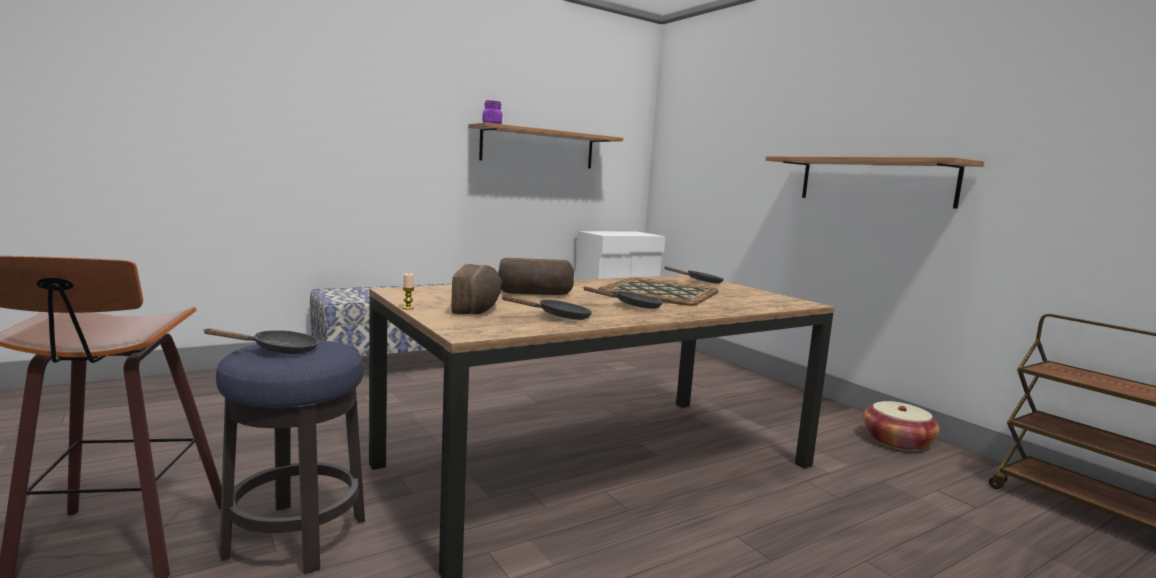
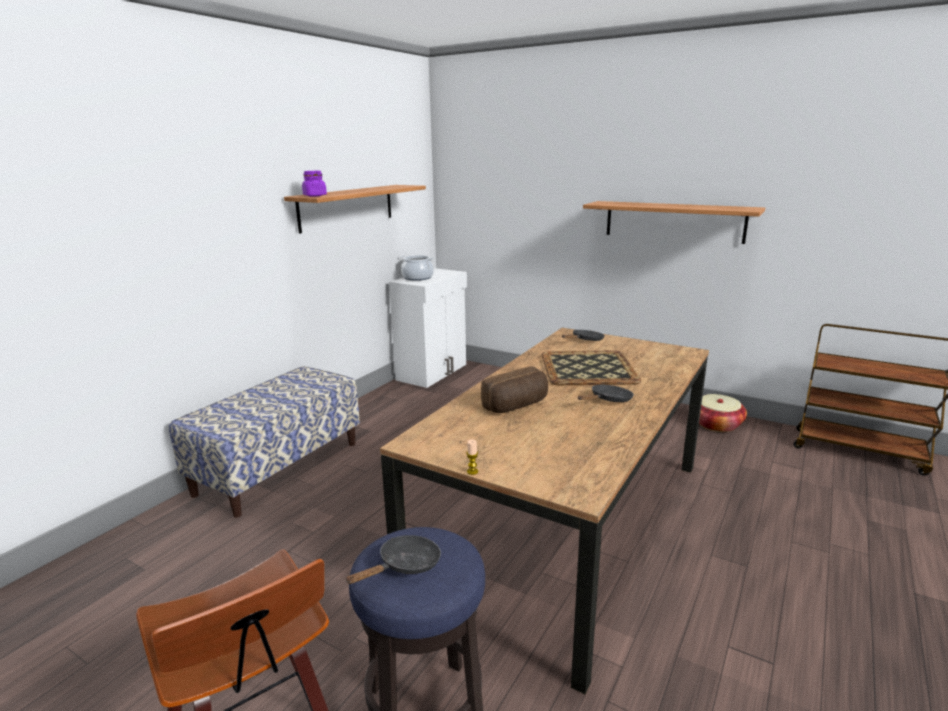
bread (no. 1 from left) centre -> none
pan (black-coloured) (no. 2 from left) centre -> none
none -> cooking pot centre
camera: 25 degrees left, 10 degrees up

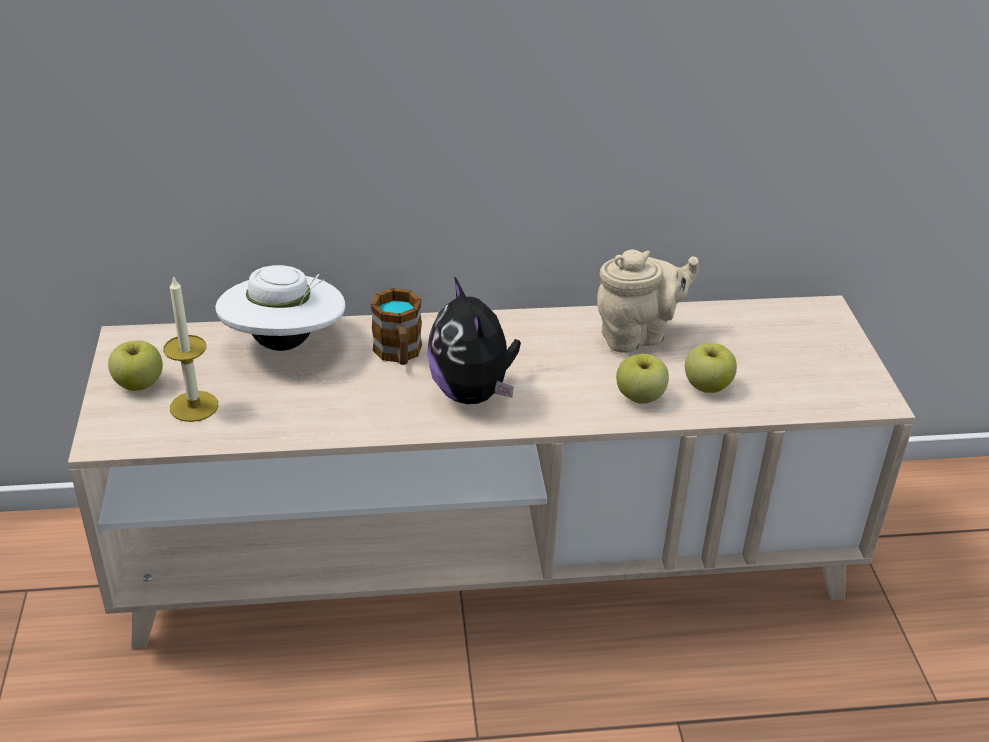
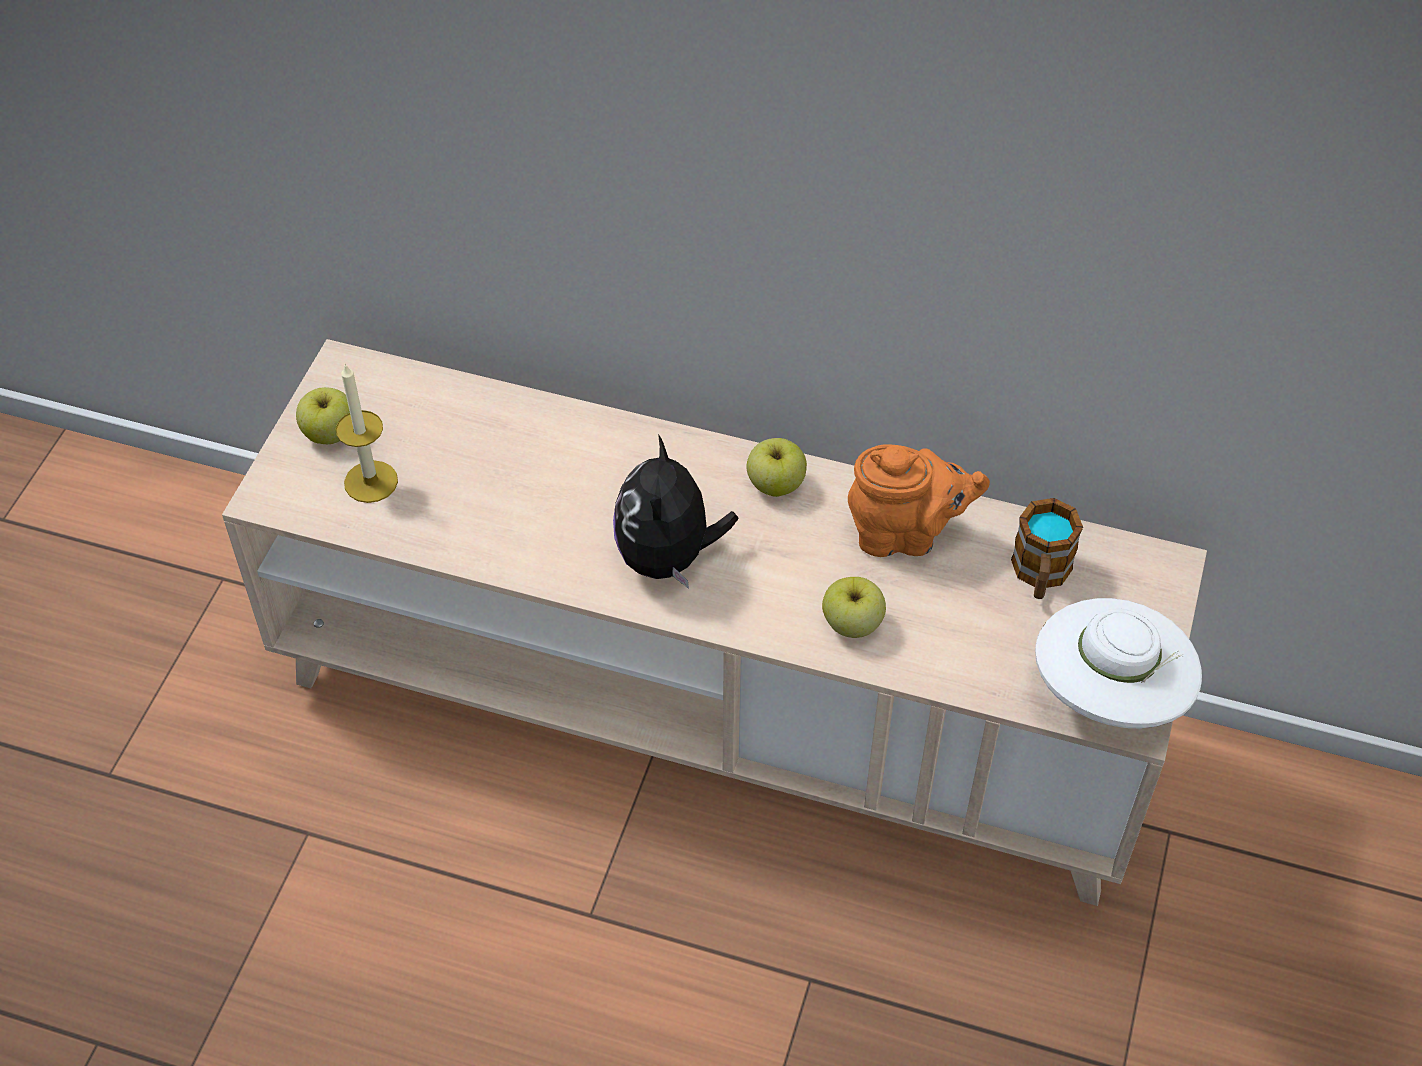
wearable hat (white) middle left -> wearable hat (white) middle right, relocated
tea mug centre -> tea mug middle right, relocated
apple (no. 3 from left in the first image) middle right -> apple (no. 2 from left) centre, relocated
teapot (beige) centre -> teapot (orange-coloured) centre
camera: 25 degrees right, 15 degrees up

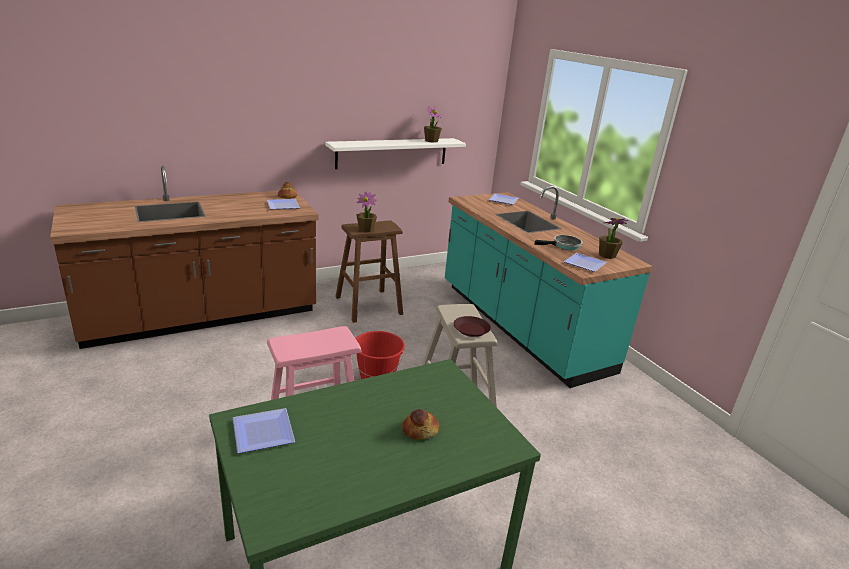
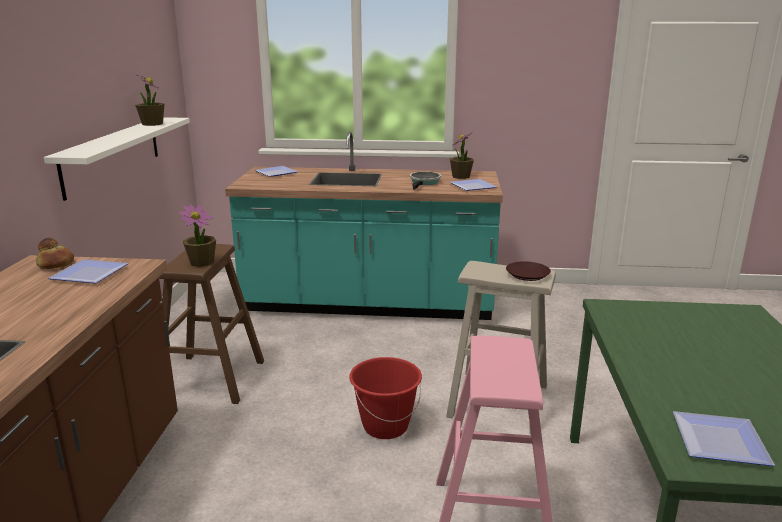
bread (no. 2 from left) bottom centre -> none
camera: 55 degrees left, 5 degrees down

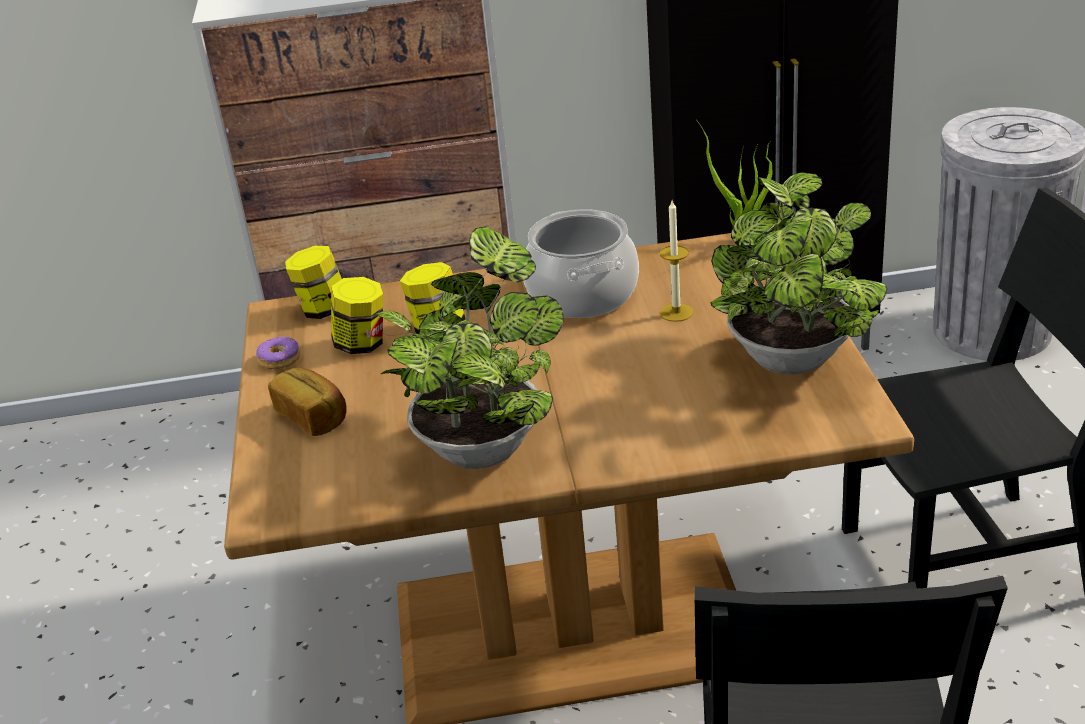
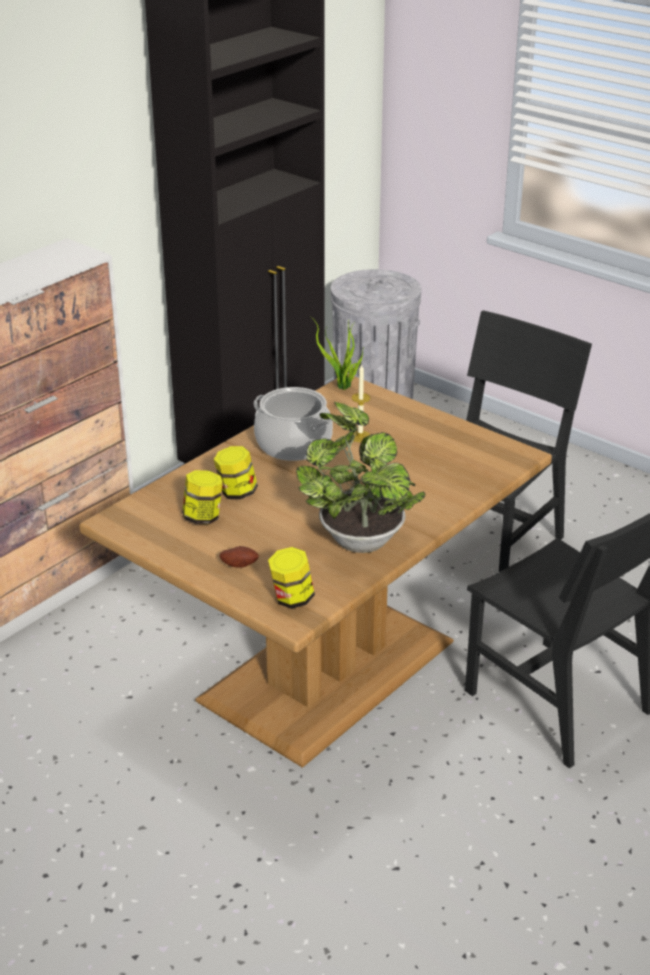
doughnut middle left -> none
plant in a pot (no. 3 from left) middle right -> none
storage jar (no. 1 from left in the first image) middle left -> storage jar (no. 3 from left) centre, relocated
bread middle left -> whole potato centre
camera: 45 degrees left, 0 degrees up

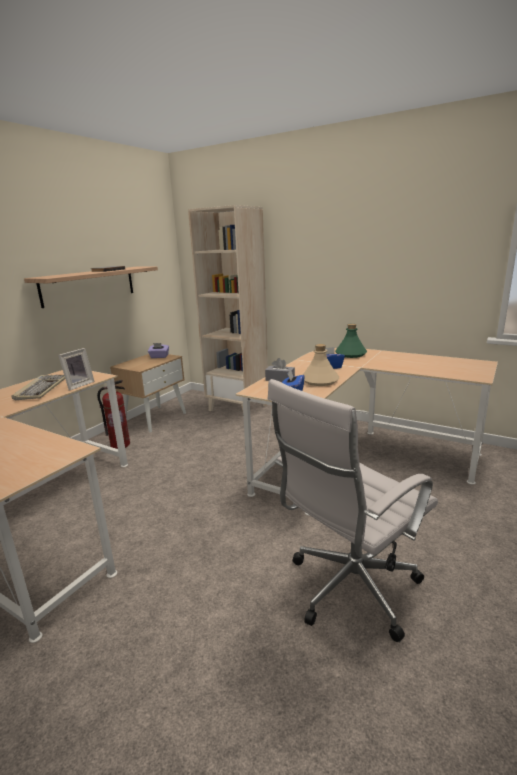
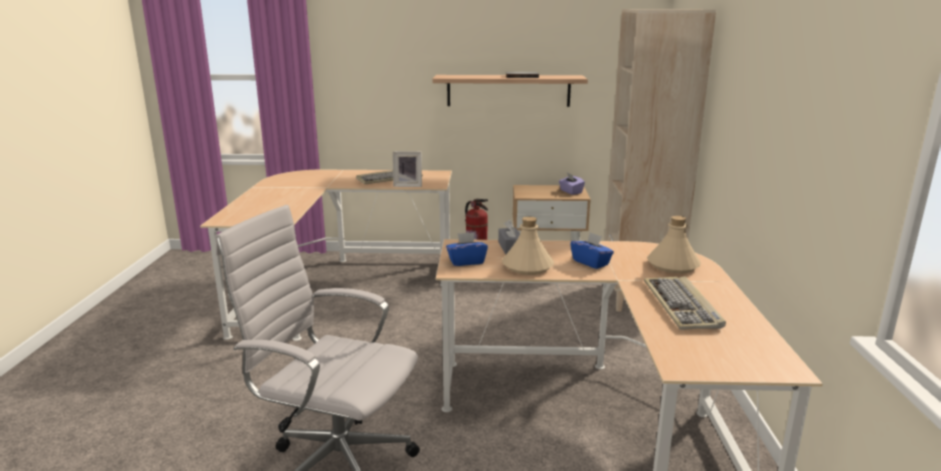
none -> keyboard (no. 2 from left) middle right
beverage bottle (green) middle right -> beverage bottle (beige) (no. 2 from left) middle right
camera: 60 degrees right, 0 degrees up

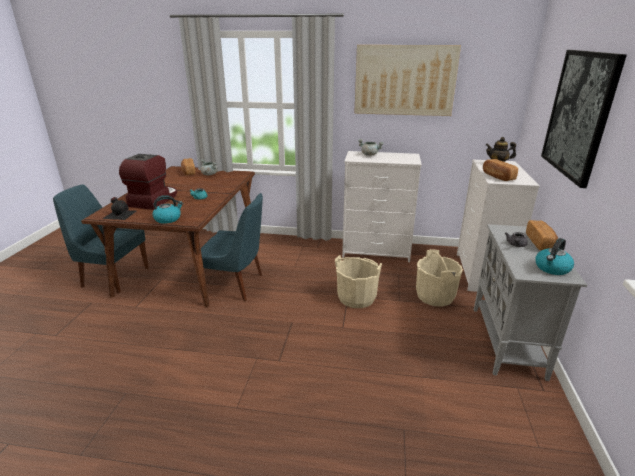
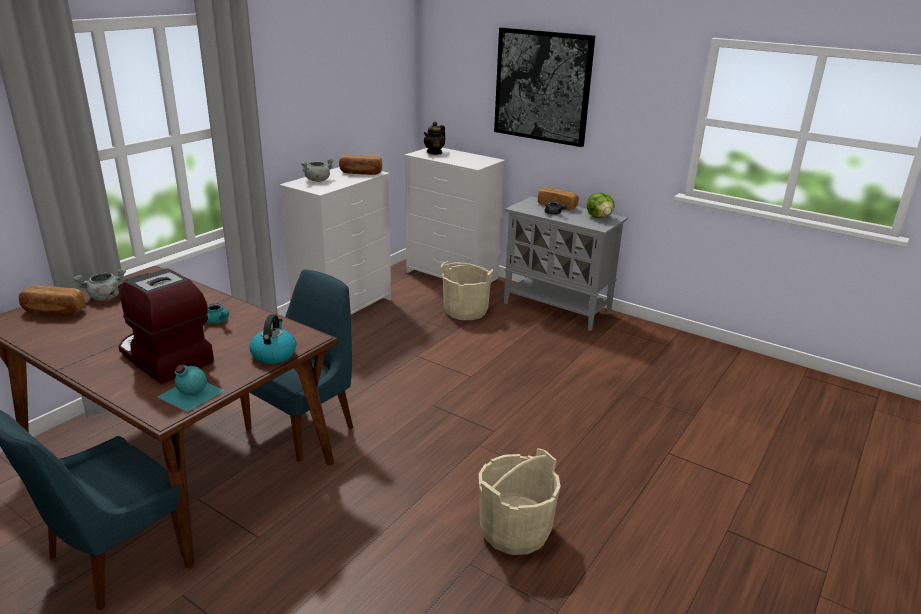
picture (no. 1 from left) top centre -> none
bucket (beige) (no. 1 from left in the first image) centre -> bucket (beige) (no. 2 from left) bottom centre, relocated
bread (no. 2 from left) middle right -> bread (no. 2 from left) top centre, relocated
water kettle (no. 2 from left) middle right -> head of lettuce centre
beverage bottle (black-coloured) middle left -> beverage bottle (turquoise) middle left
camera: 65 degrees left, 0 degrees up

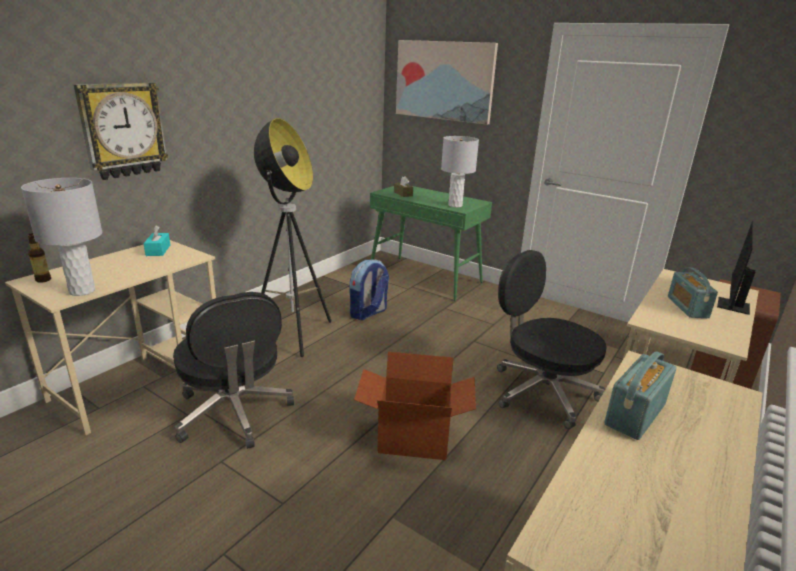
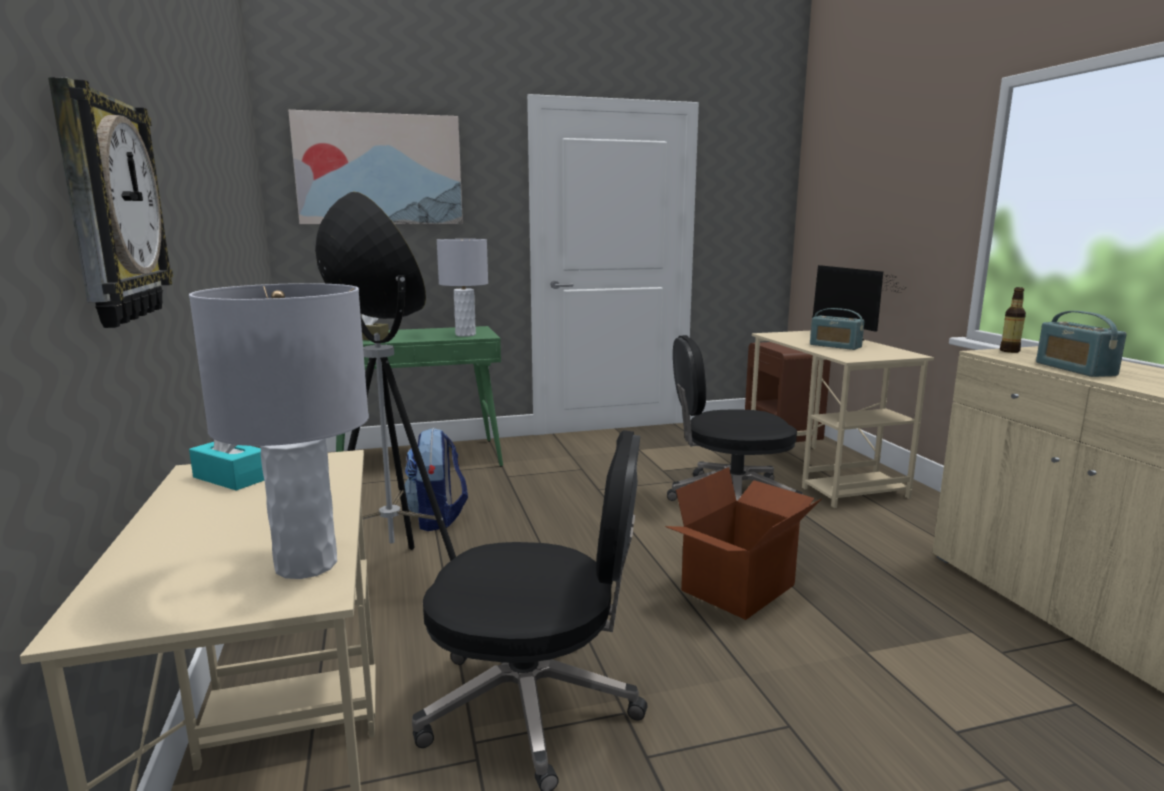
beverage bottle middle left -> beverage bottle middle right, relocated
camera: 50 degrees left, 10 degrees down

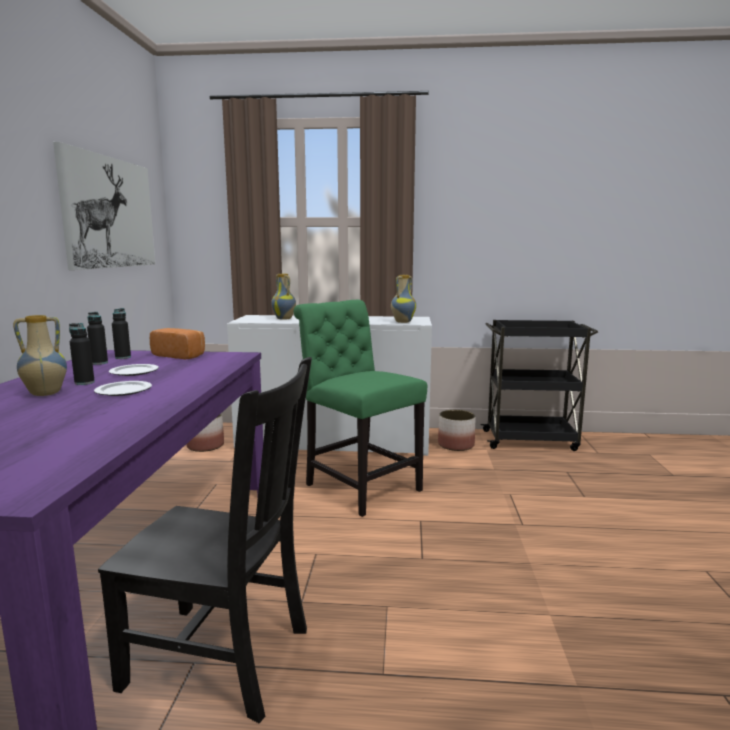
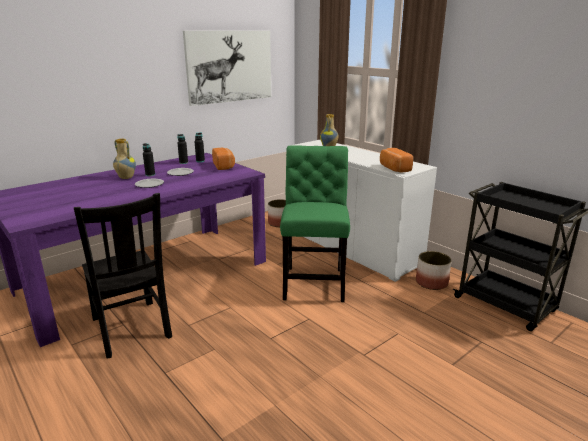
flower vase (no. 3 from left) centre -> bread (no. 2 from left) middle right
camera: 45 degrees right, 10 degrees up

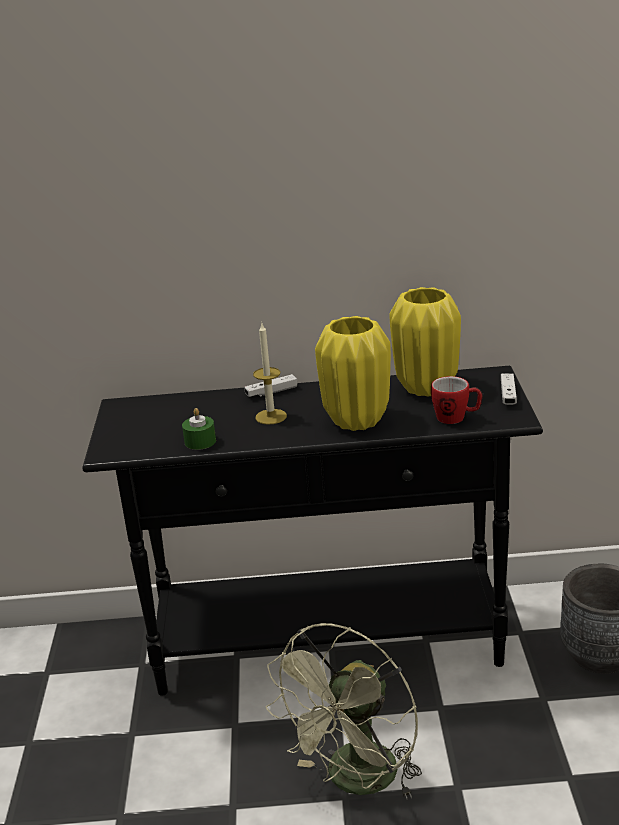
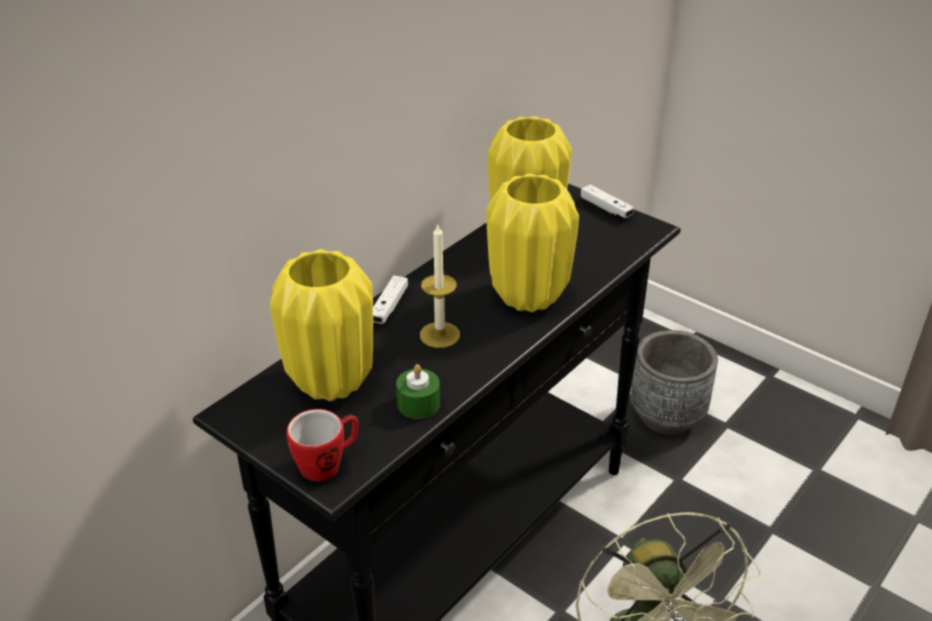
none -> flower vase (yellow) (no. 1 from left) centre
tea mug middle right -> tea mug bottom centre, relocated
camera: 50 degrees left, 10 degrees up

